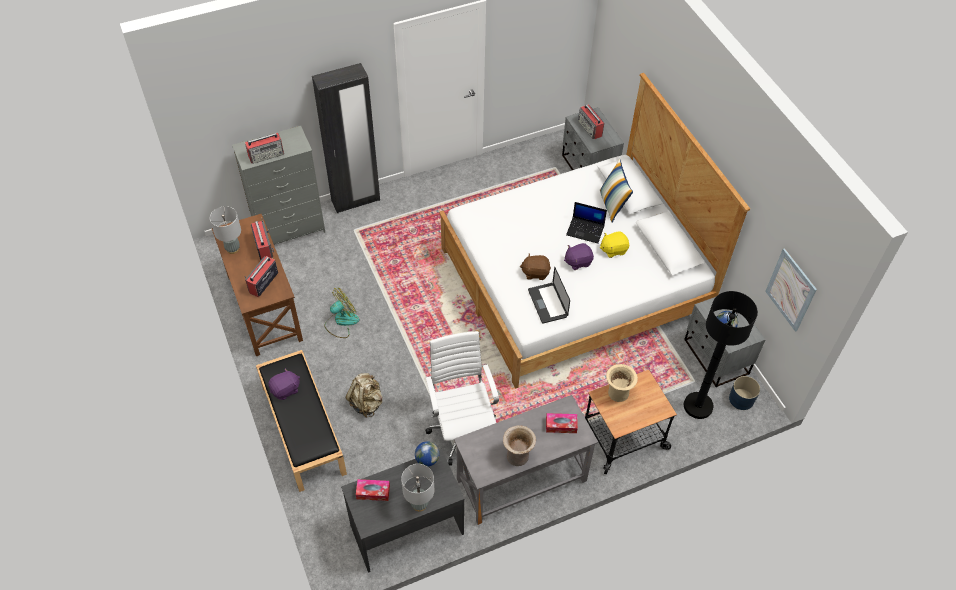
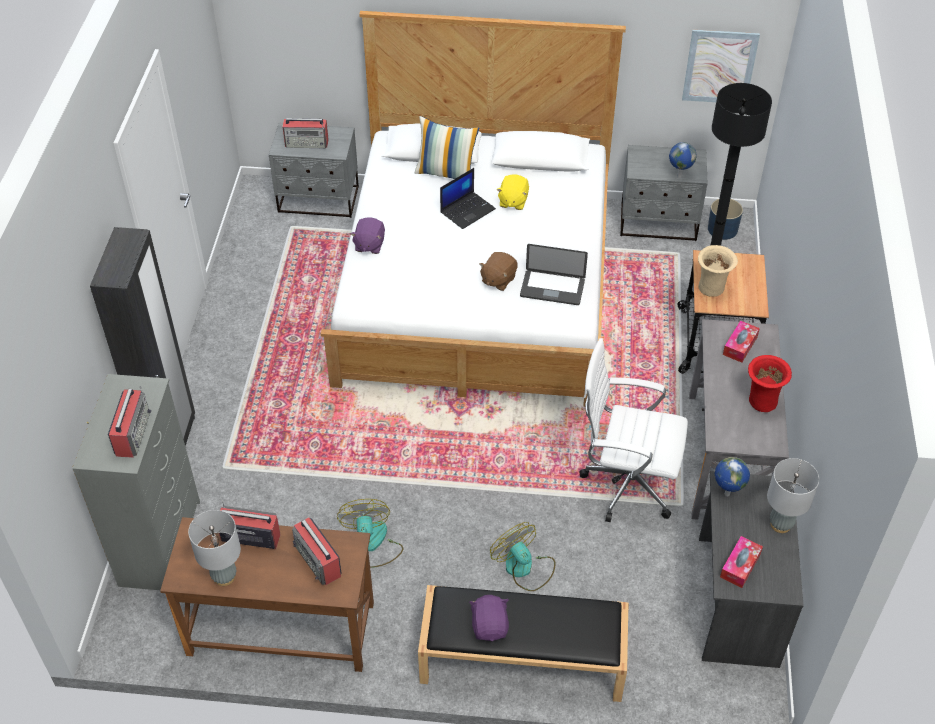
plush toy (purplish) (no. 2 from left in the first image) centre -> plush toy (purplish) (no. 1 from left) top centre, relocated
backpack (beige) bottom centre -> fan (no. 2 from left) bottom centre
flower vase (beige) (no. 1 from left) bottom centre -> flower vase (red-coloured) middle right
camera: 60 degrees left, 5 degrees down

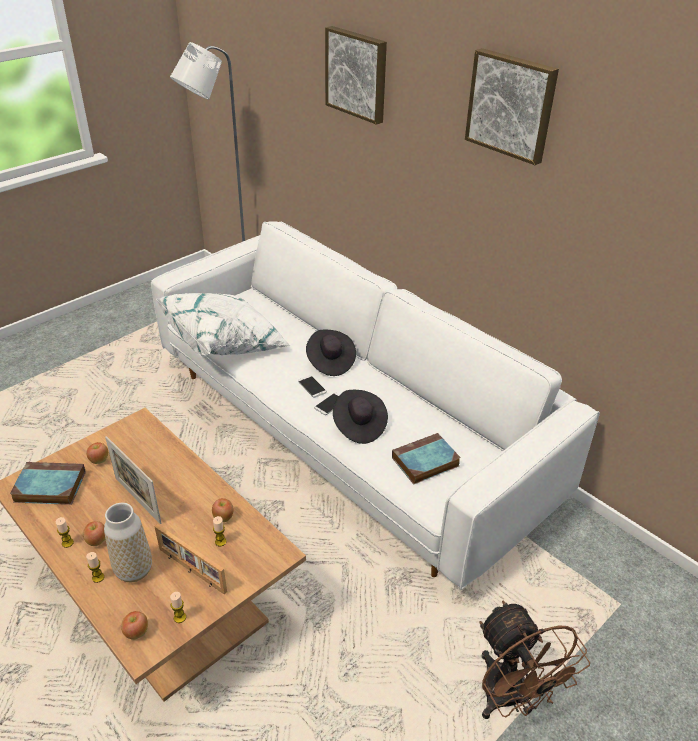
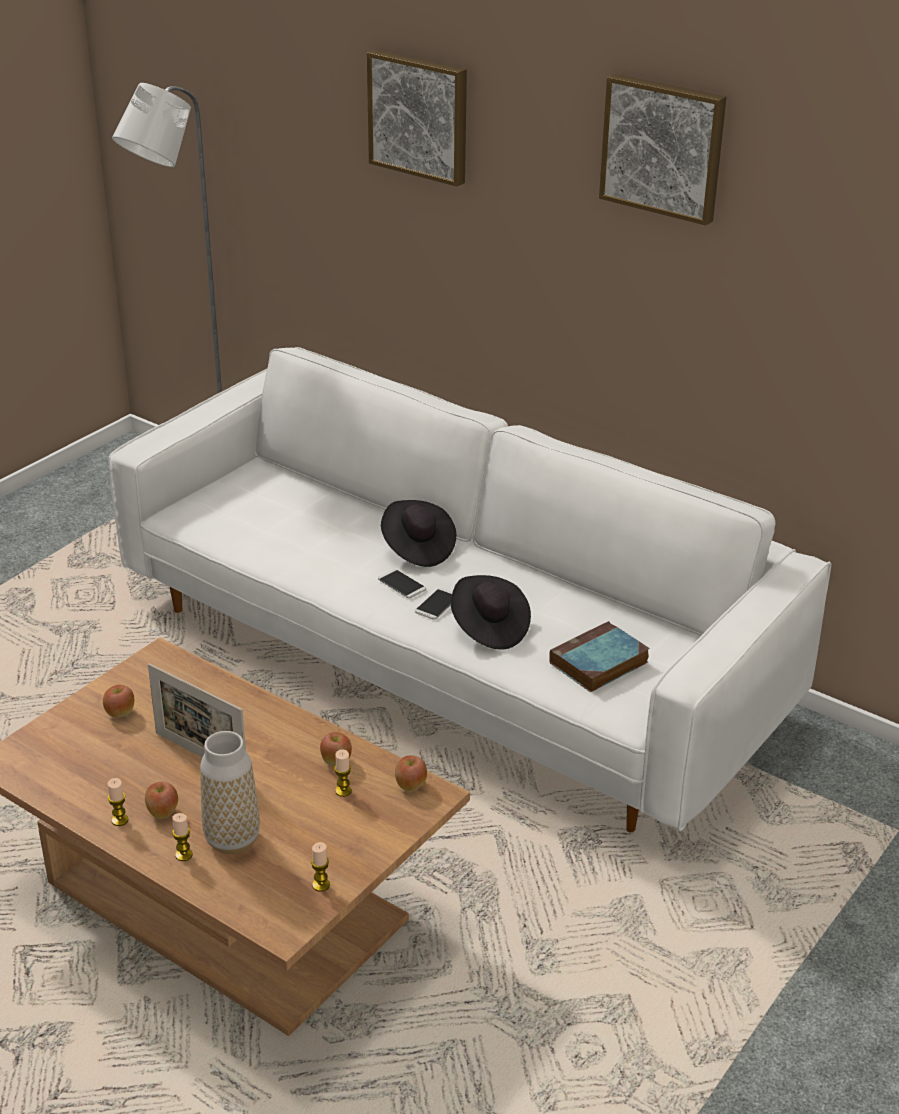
volume (no. 1 from left) middle left -> none
photo frame (no. 2 from left) bottom left -> none
cushion (white) middle left -> none
fan (brownish) bottom right -> none
apple (no. 3 from left in the first image) bottom left -> apple (no. 4 from left) bottom centre, relocated
camera: 10 degrees left, 5 degrees down

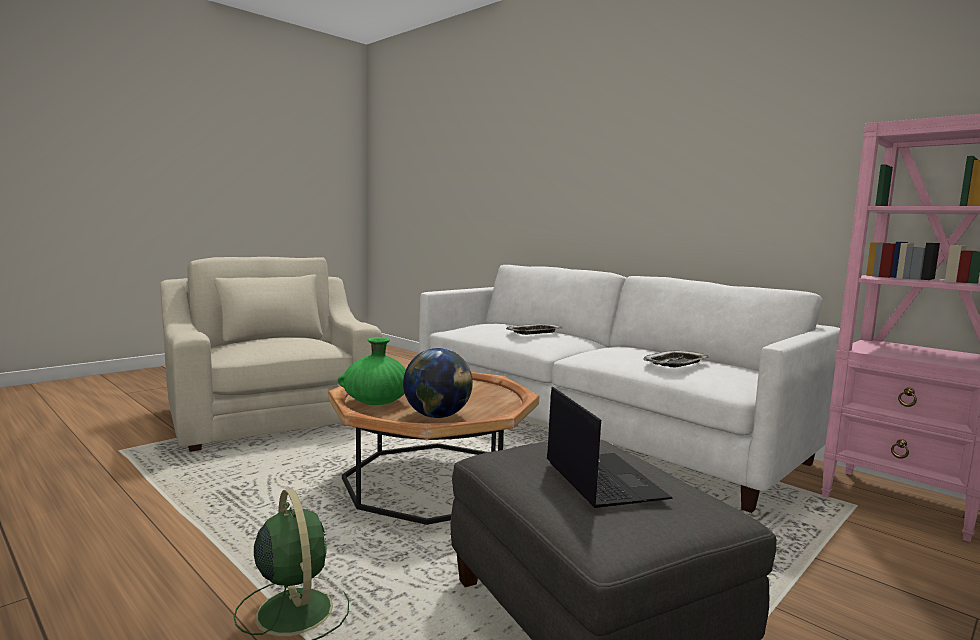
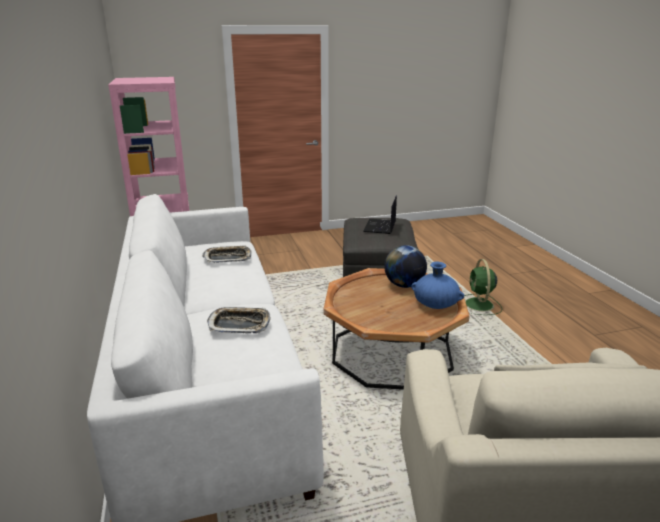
flower vase (green) centre -> flower vase (blue) centre
camera: 150 degrees left, 15 degrees up

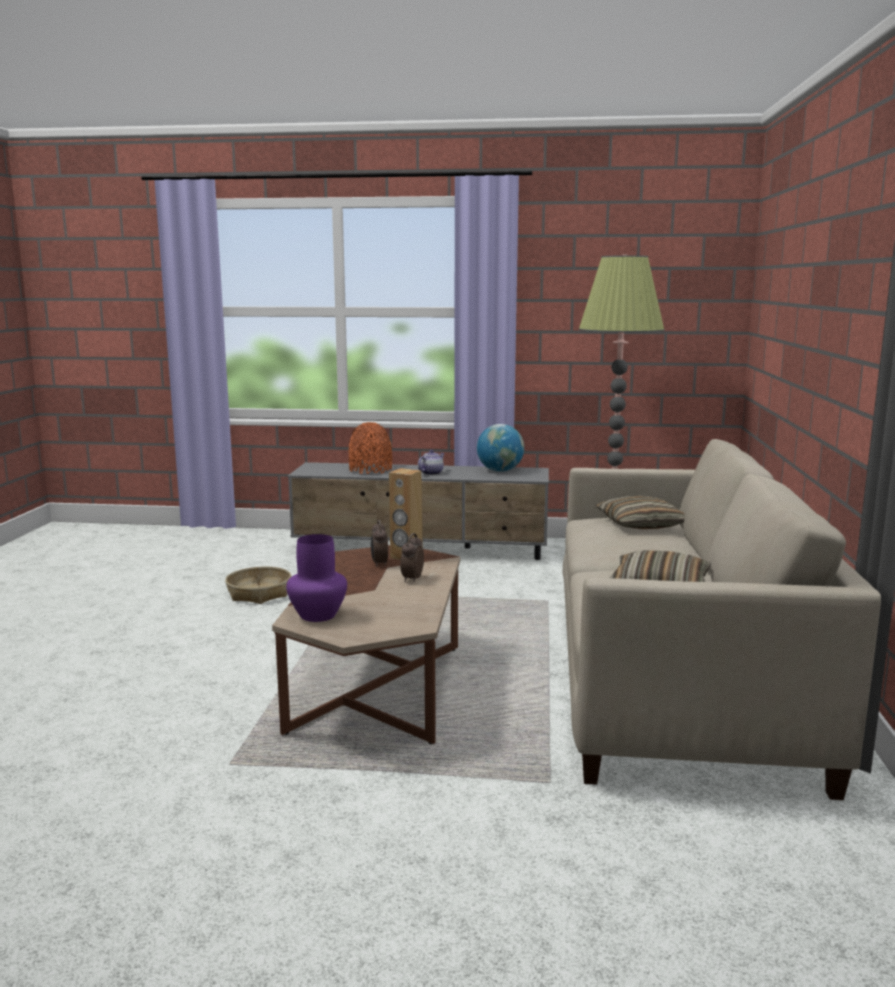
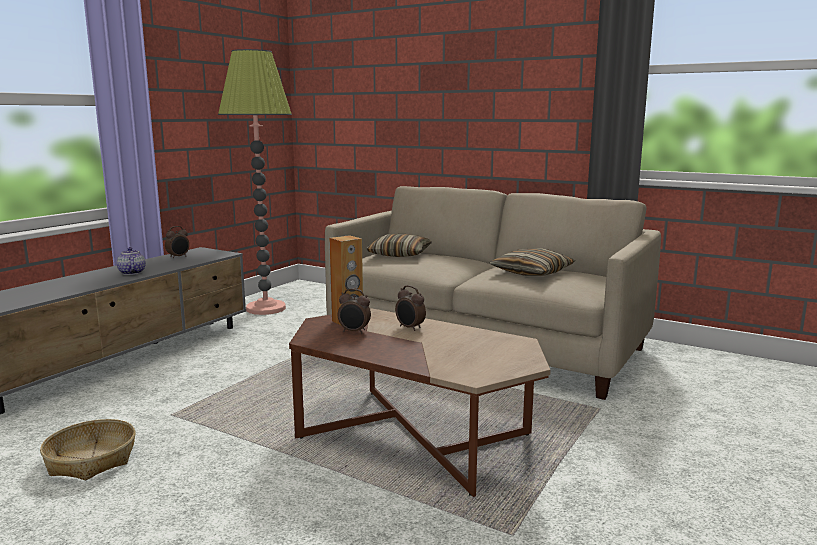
flower vase (purplish) centre -> none
flower vase (orange-coloured) centre -> none
globe centre -> table clock (no. 1 from left) middle left
camera: 65 degrees left, 0 degrees up

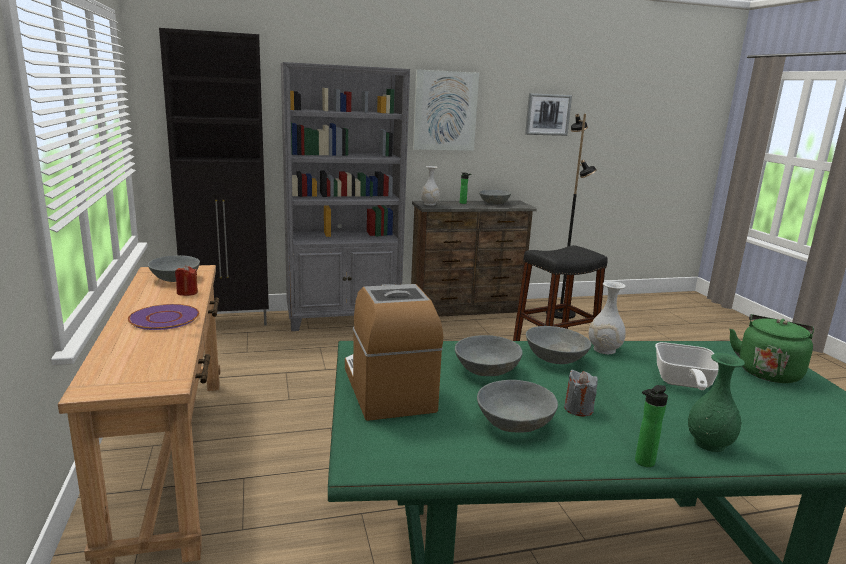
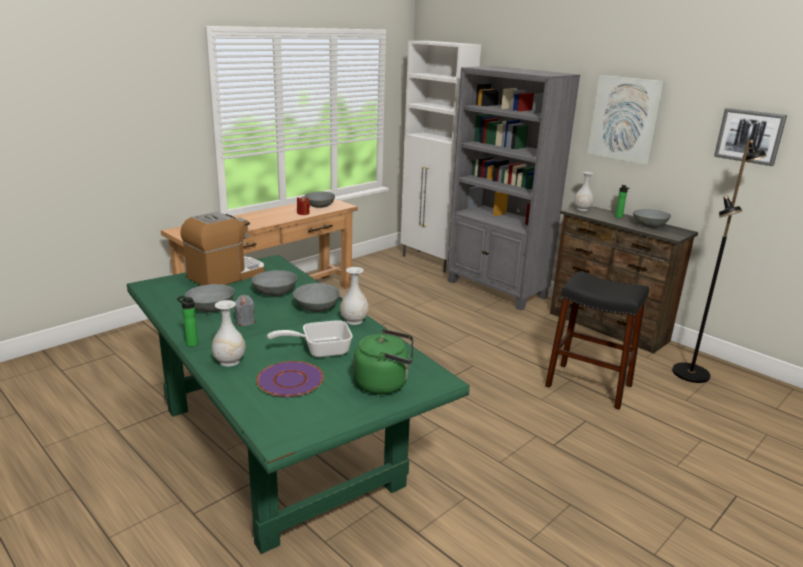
dinner plate (purplish) middle left -> dinner plate (purplish) bottom centre, relocated
cupboard (black-coloured) top left -> cupboard (white) top centre
flower vase (green) bottom right -> flower vase (white) (no. 1 from left) middle left
camera: 60 degrees right, 5 degrees up

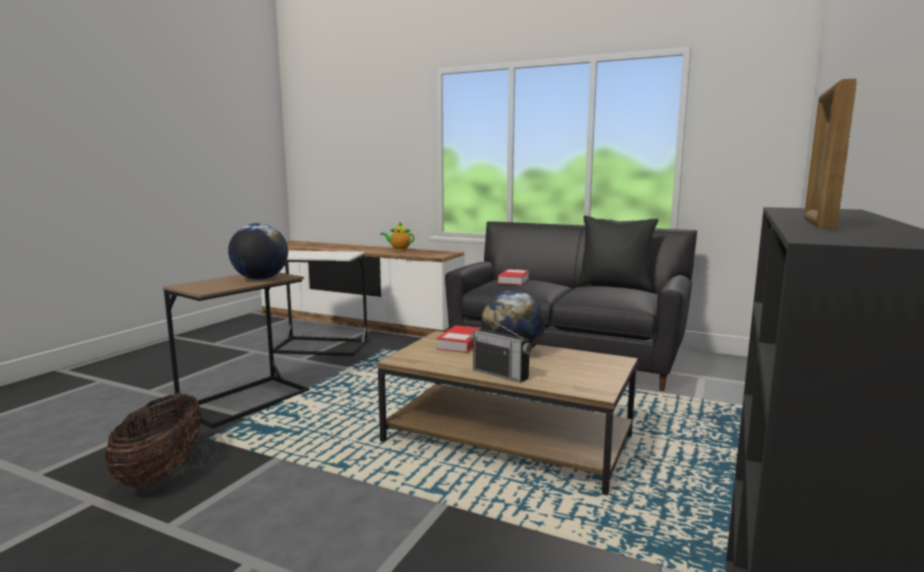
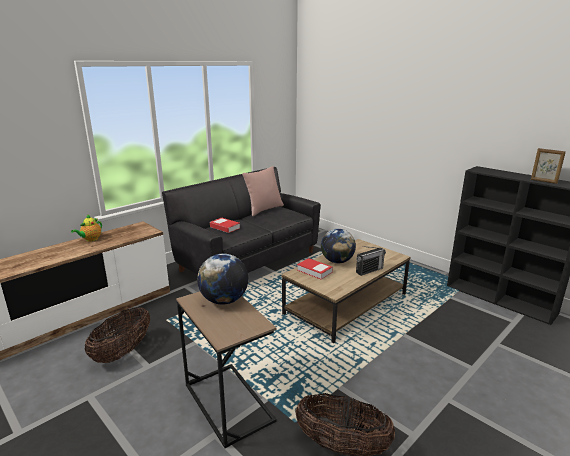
accent table (white) centre -> basket (no. 1 from left) bottom left
cushion (black-coloured) middle right -> cushion (pinkish) centre
camera: 70 degrees left, 10 degrees up

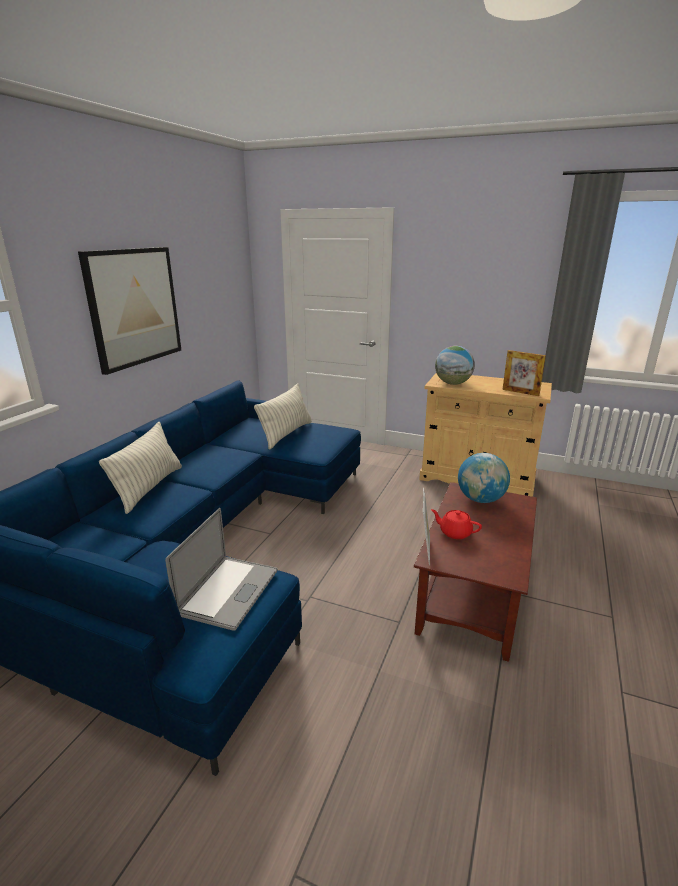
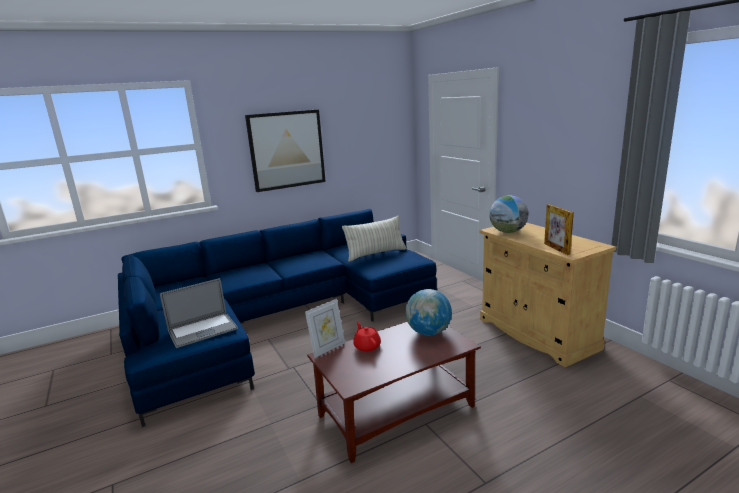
cushion (no. 1 from left) middle left -> none
camera: 40 degrees right, 5 degrees down

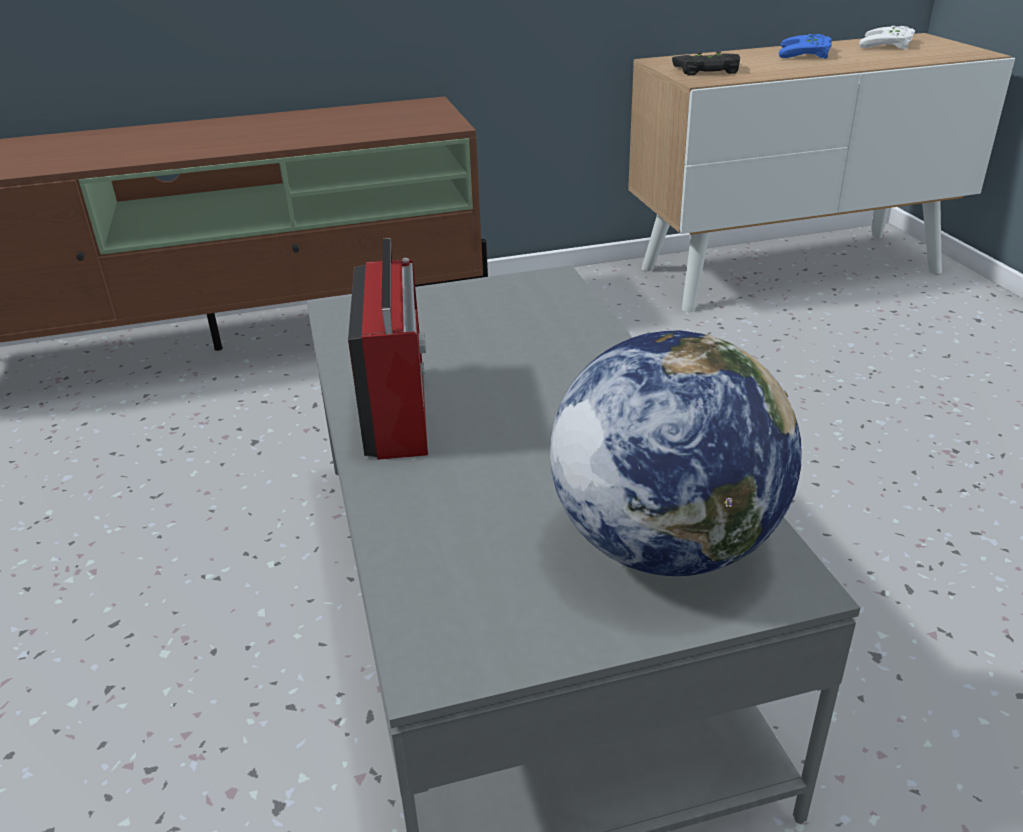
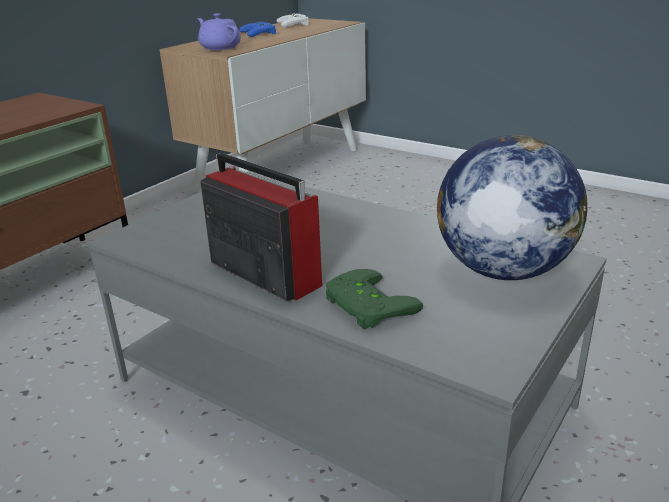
none -> gamepad (green) centre
gamepad (black-coloured) top right -> teapot (purplish) top left
camera: 40 degrees left, 5 degrees down

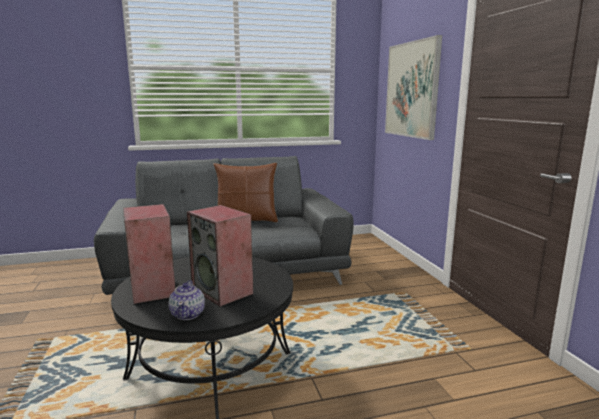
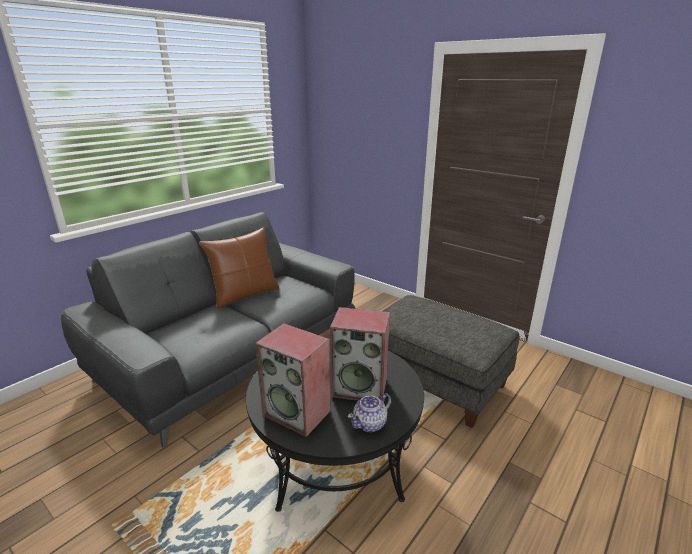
picture top right -> none
none -> footrest (greyish) centre
teapot bottom left -> teapot bottom centre, 90 degrees clockwise
camera: 35 degrees left, 10 degrees up

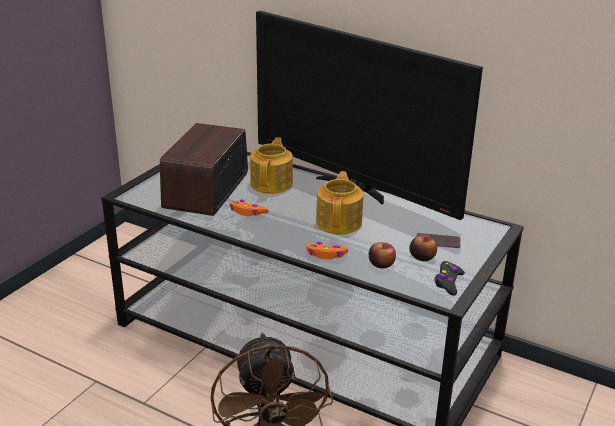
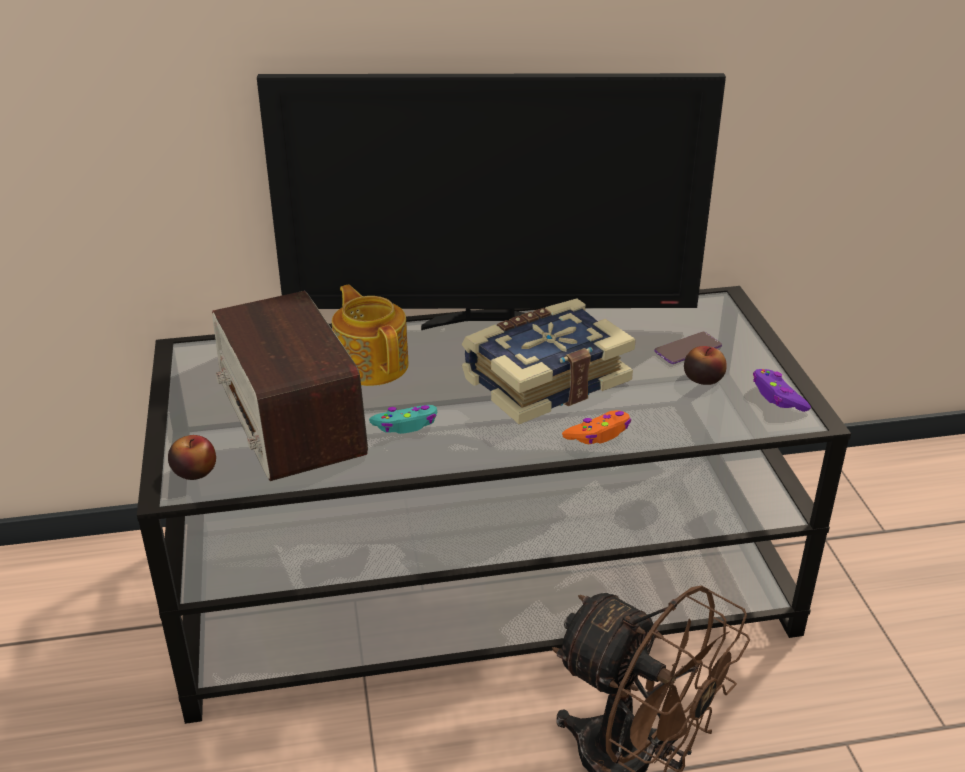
apple (no. 1 from left) centre -> apple (no. 1 from left) middle left, relocated
teapot (no. 2 from left) centre -> volume centre
gamepad (orange-coloured) (no. 1 from left) centre -> gamepad (turquoise) centre
gamepad (black-coloured) middle right -> gamepad (purplish) middle right
camera: 40 degrees left, 5 degrees up

